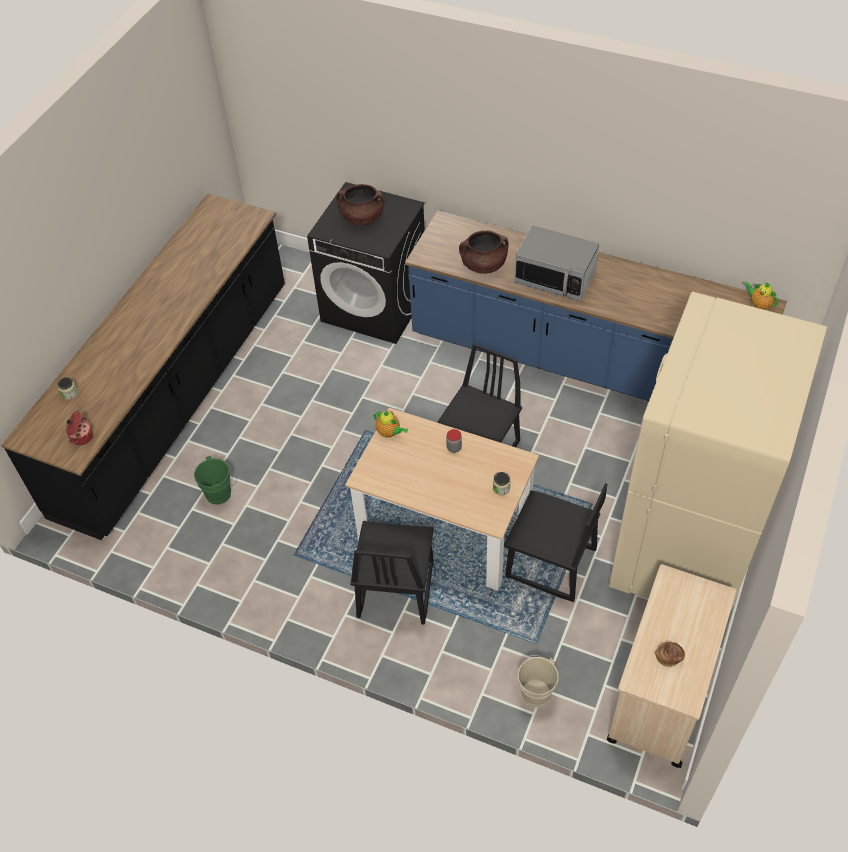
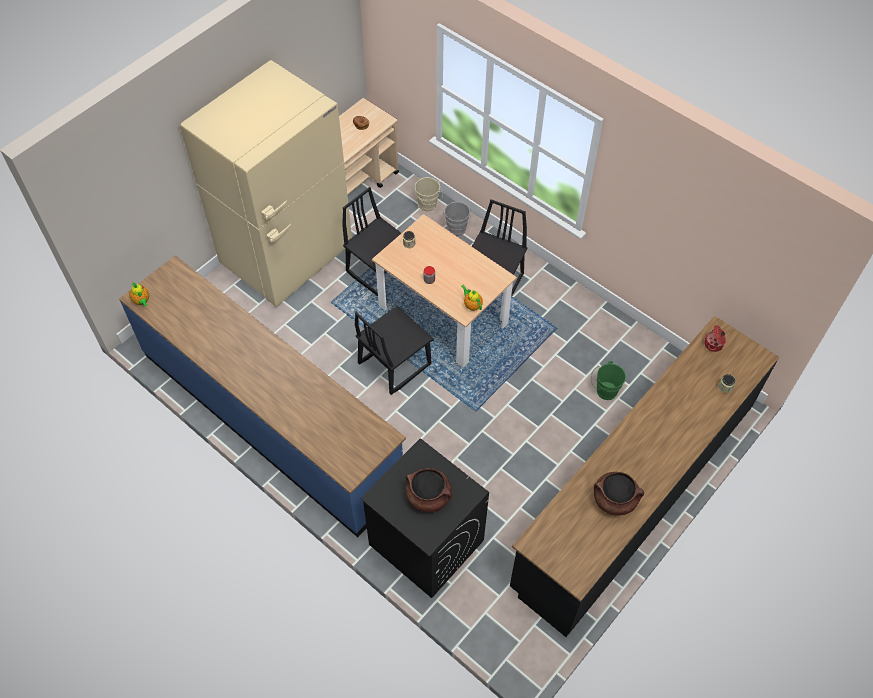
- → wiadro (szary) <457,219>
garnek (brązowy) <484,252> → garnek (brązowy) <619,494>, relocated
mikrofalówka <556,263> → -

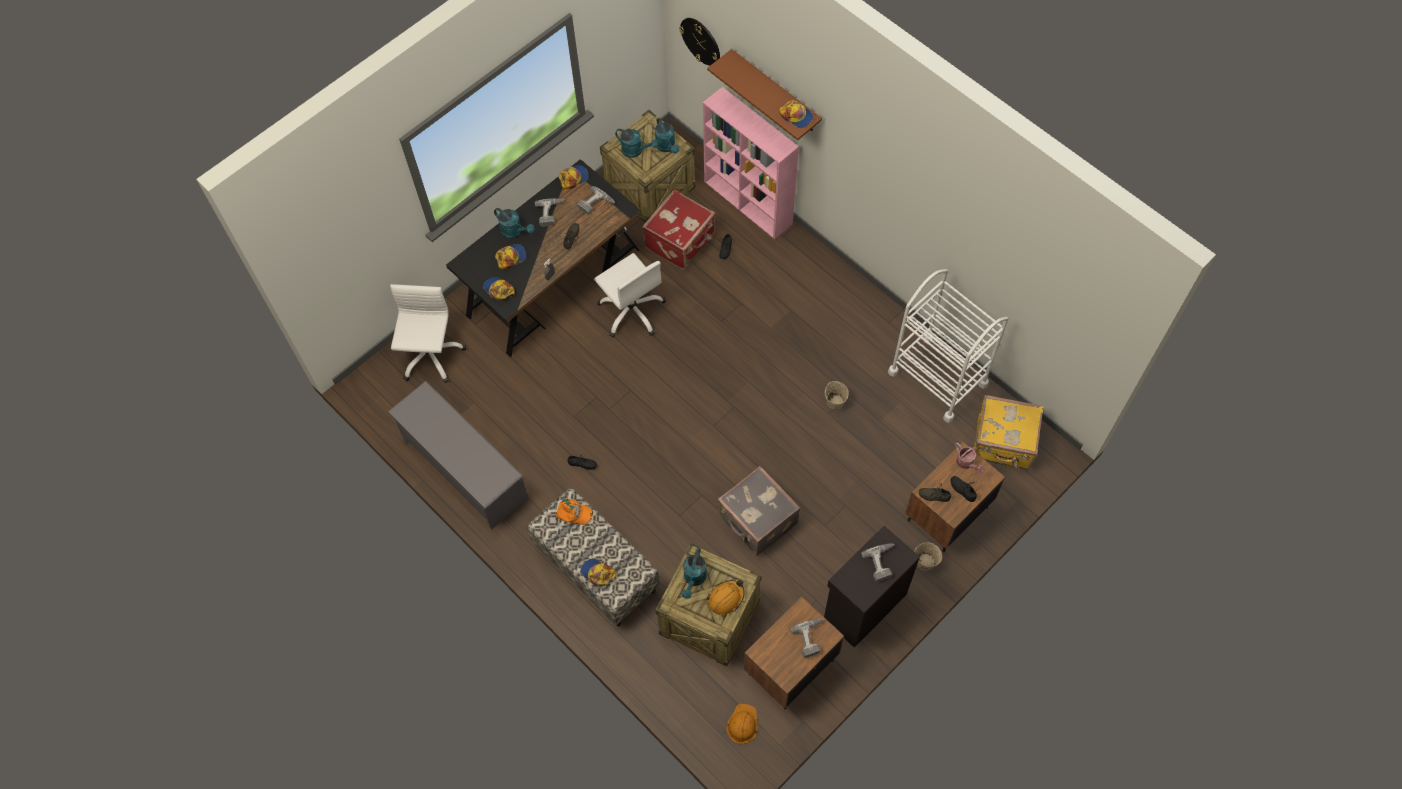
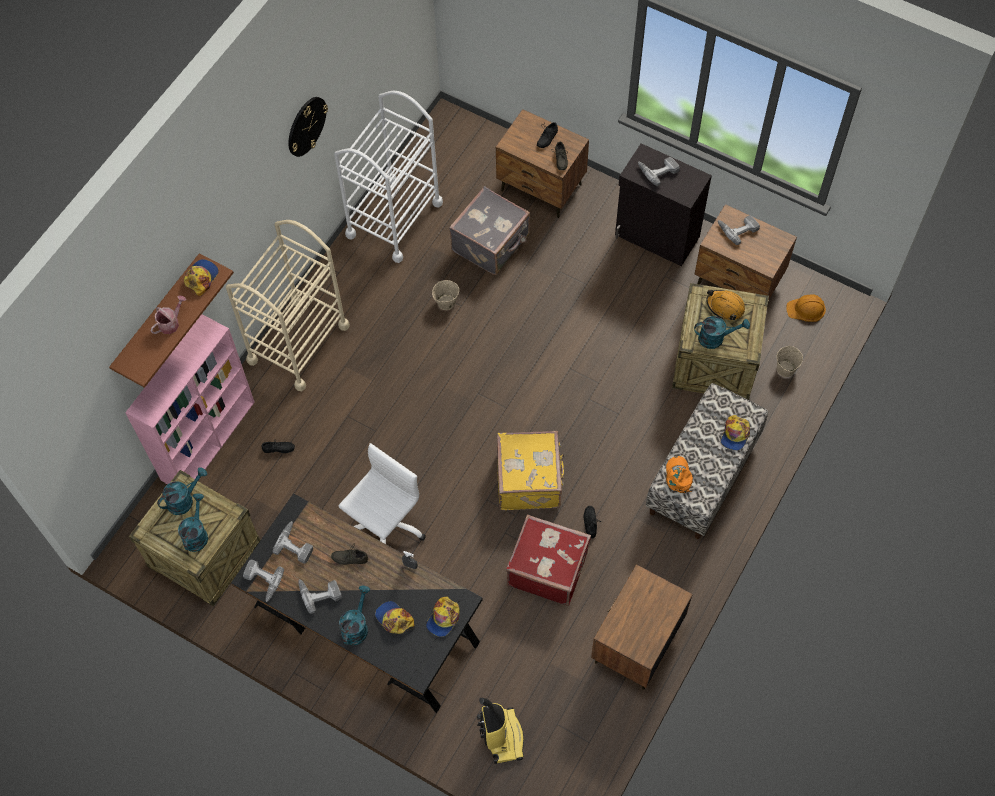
konewka <970,458> → konewka <168,314>, relocated
- → wózek (beżowy) <288,305>
czapka z daszkiem <574,177> → wiertarka <263,581>
zegar ścienny <699,42> → zegar ścienny <308,127>, relocated
walizka (szary) <758,511> → walizka (szary) <489,230>, relocated
krzesło biurowe (biały) <428,333> → odkurzacz <500,731>
walizka (żółty) <1009,432> → walizka (żółty) <530,471>, relocated
walizka (czerwony) <678,229> → walizka (czerwony) <548,560>, relocated
regał na buty (szary) <458,455> → szafka nocna (brązowy) <642,627>
wiadro (beżowy) <928,556> → wiadro (beżowy) <790,361>, relocated

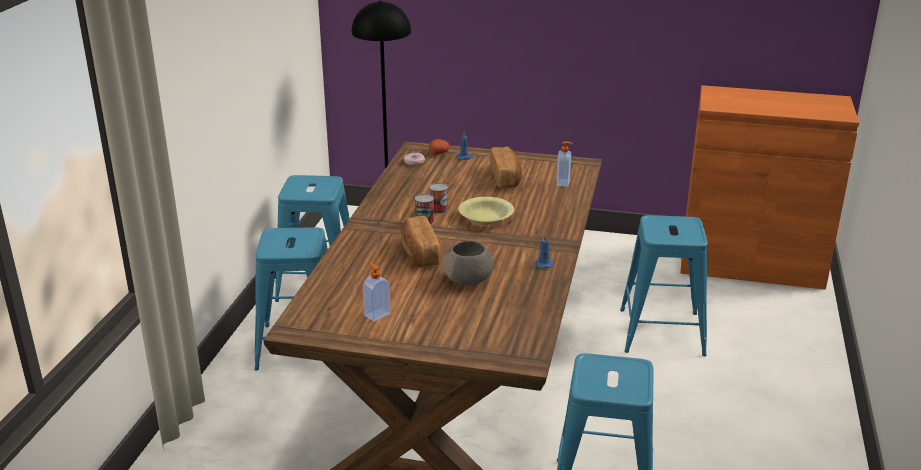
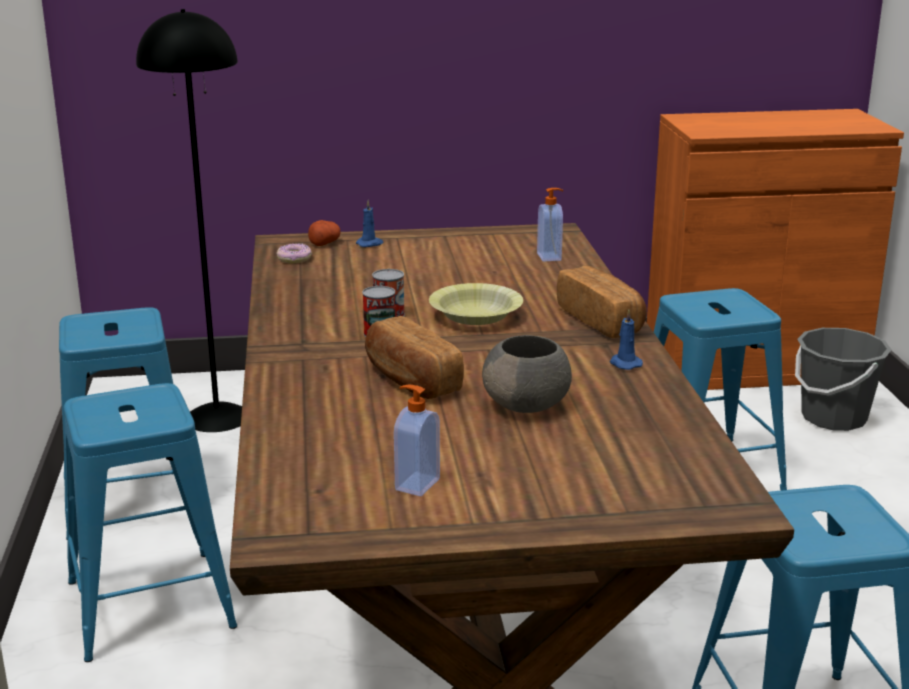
chleb <506,167> → chleb <602,302>, relocated
- → wiadro (szary) <843,379>

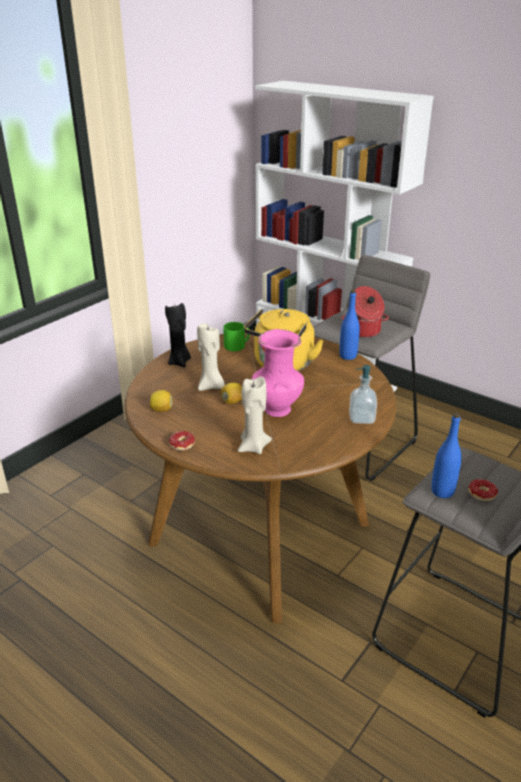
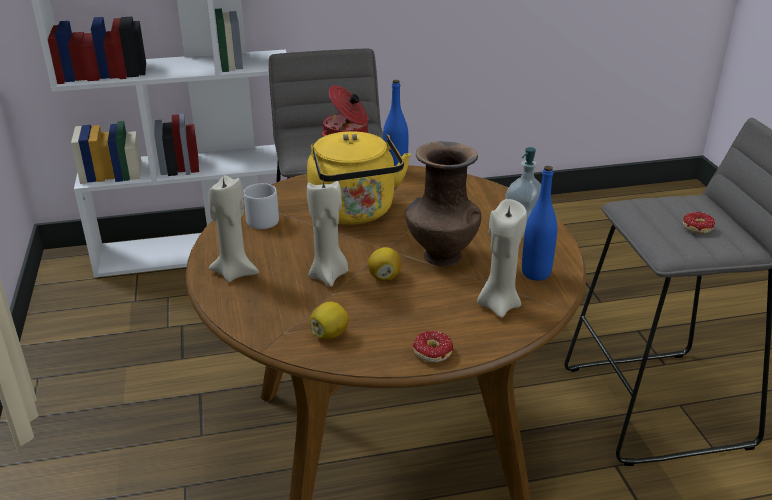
świeca (czarny) <178,335> → świeca (beżowy) <234,228>
kubek (zielony) <236,336> → kubek (szary) <261,206>
wazon (różowy) <278,373> → wazon (brązowy) <443,204>
butelka (niebieski) <446,455> → butelka (niebieski) <539,223>, relocated

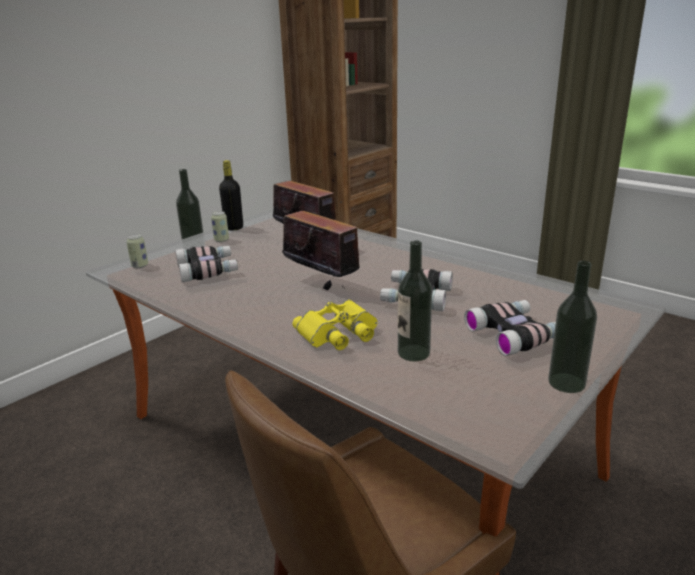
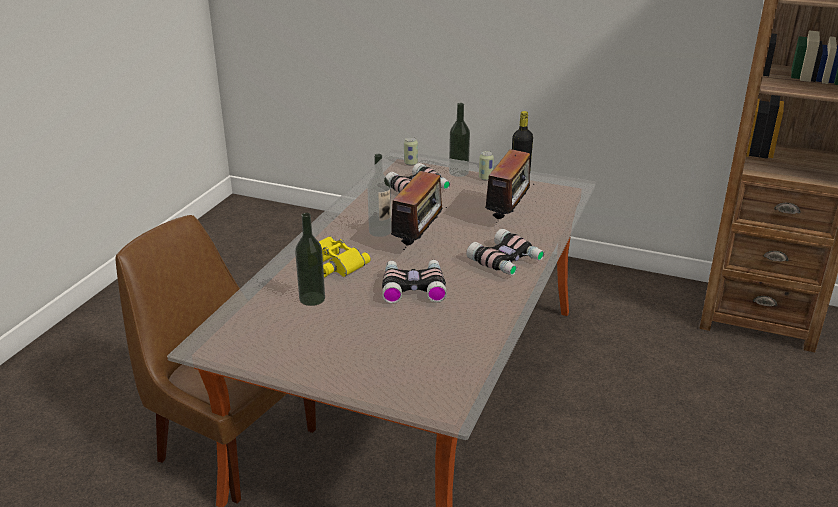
butelka <572,327> → butelka <379,195>, relocated
lornetka <510,328> → lornetka <505,252>, relocated

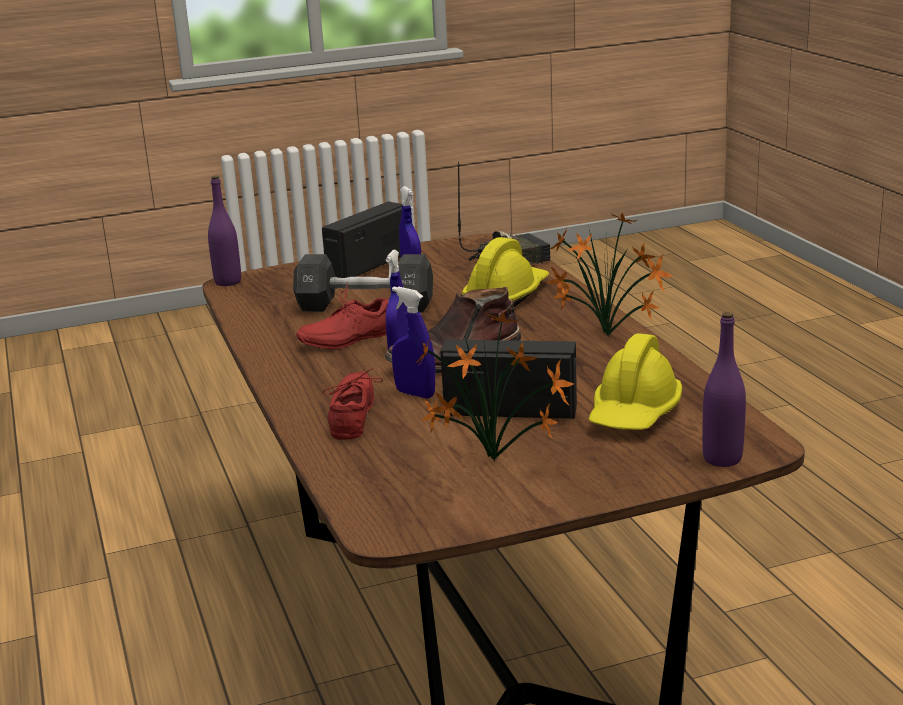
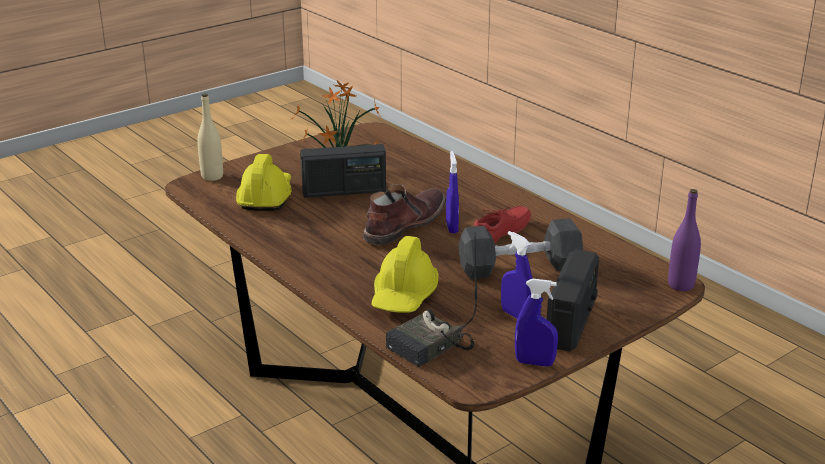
butelka (fioletowy) <724,389> → butelka (beżowy) <210,137>
spryskiwacz (niebieski) <414,343> → spryskiwacz (niebieski) <536,323>, relocated
but (czerwony) <353,404> → -
roślina doniczkowa <609,274> → -

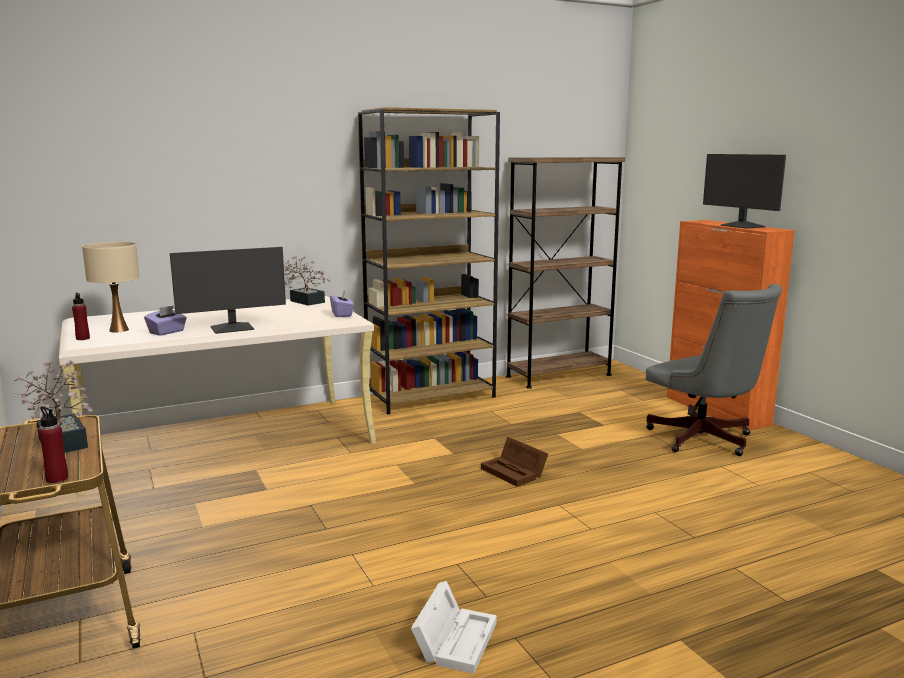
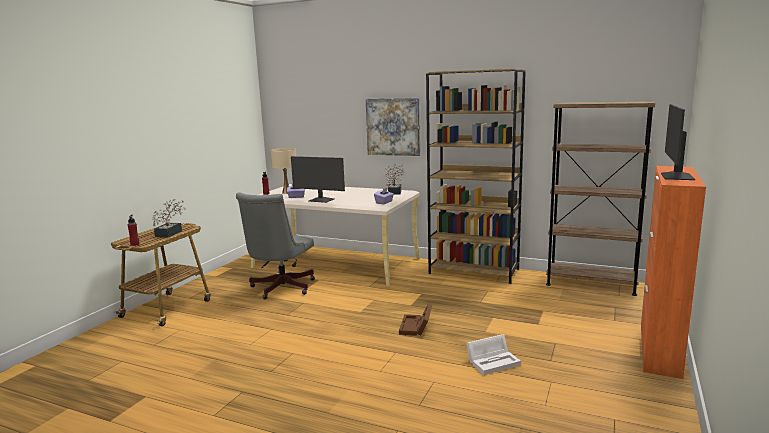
krzesło biurowe (szary) <714,370> → krzesło biurowe (szary) <275,245>, relocated
- → obraz <393,127>
pojemnik do przechowywania (biały) <454,627> → pojemnik do przechowywania (biały) <493,354>, relocated

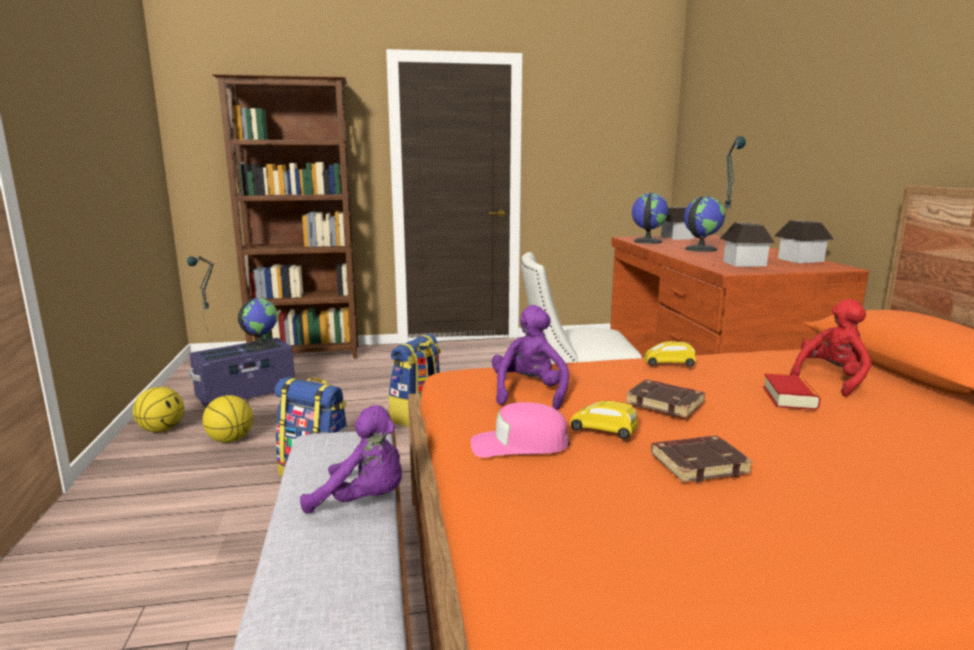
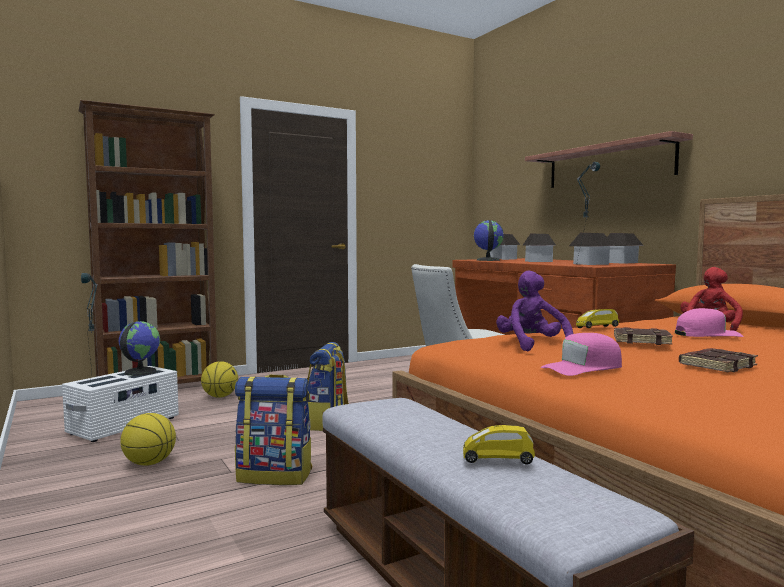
pojemnik do przechowywania (fioletowy) <242,373> → pojemnik do przechowywania (biały) <120,404>
piłka do koszykówki <158,409> → piłka do koszykówki <219,379>, relocated
samochodzik (żółty) <604,419> → samochodzik (żółty) <499,444>, relocated
globus <704,224> → domek <539,247>
- → półka <609,159>
książka <792,392> → czapka z daszkiem (różowy) <709,322>
pluszak (fioletowy) <351,459> → -

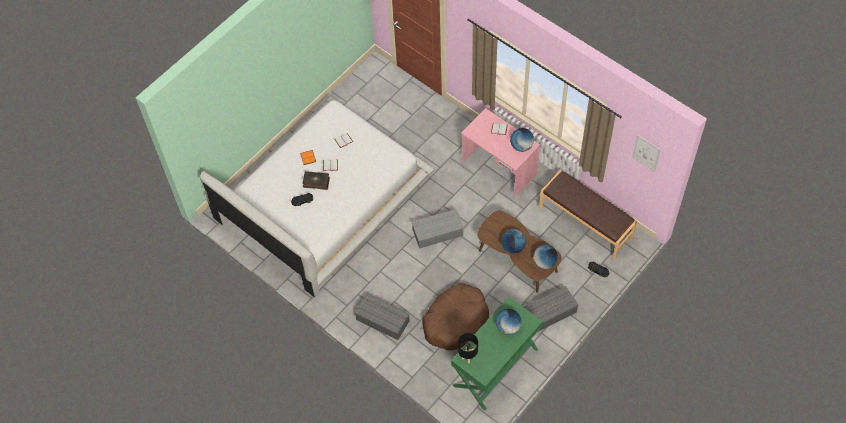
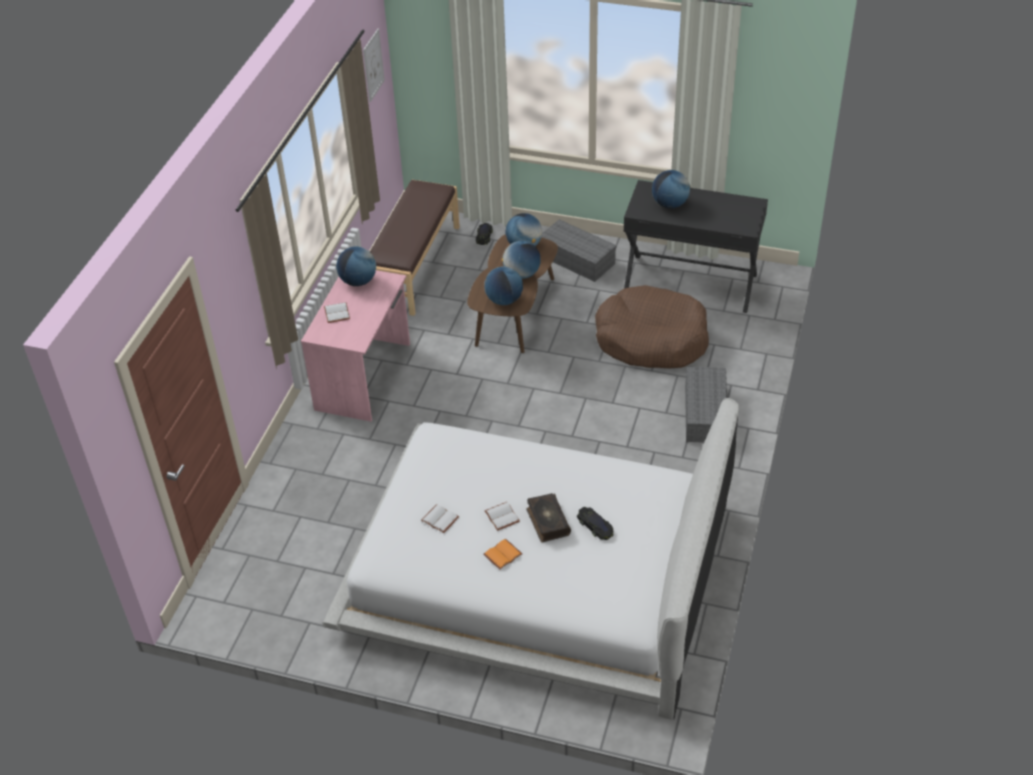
- → globus <503,285>
biurko (zielony) <497,353> → biurko (czarny) <695,246>
pojemnik do przechowywania (szary) <438,229> → -
lampa stołowa (czarny) <468,348> → -

